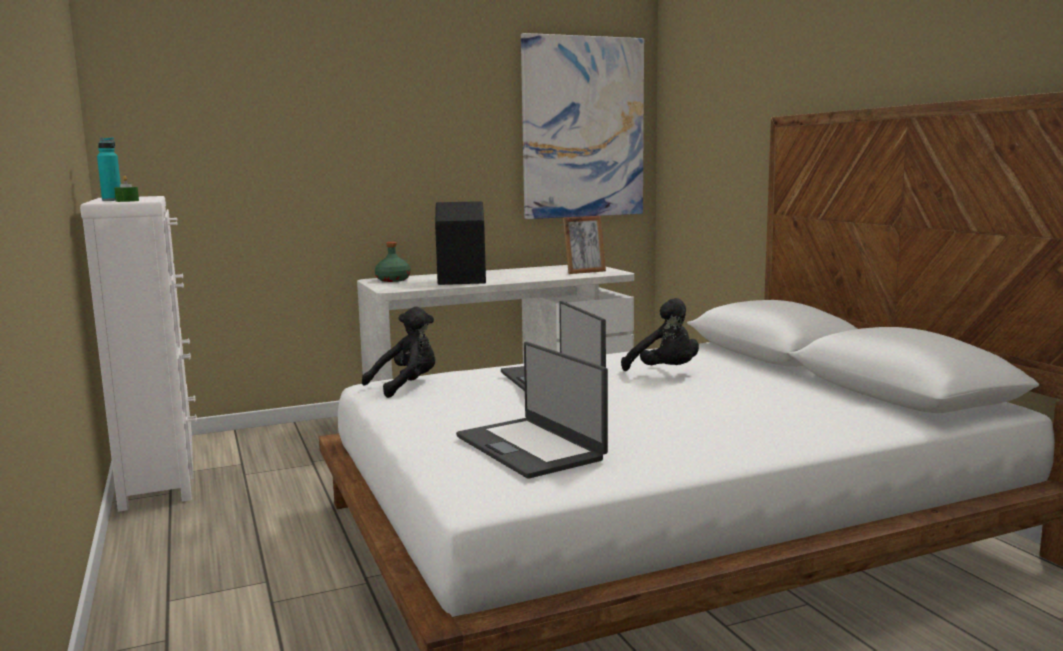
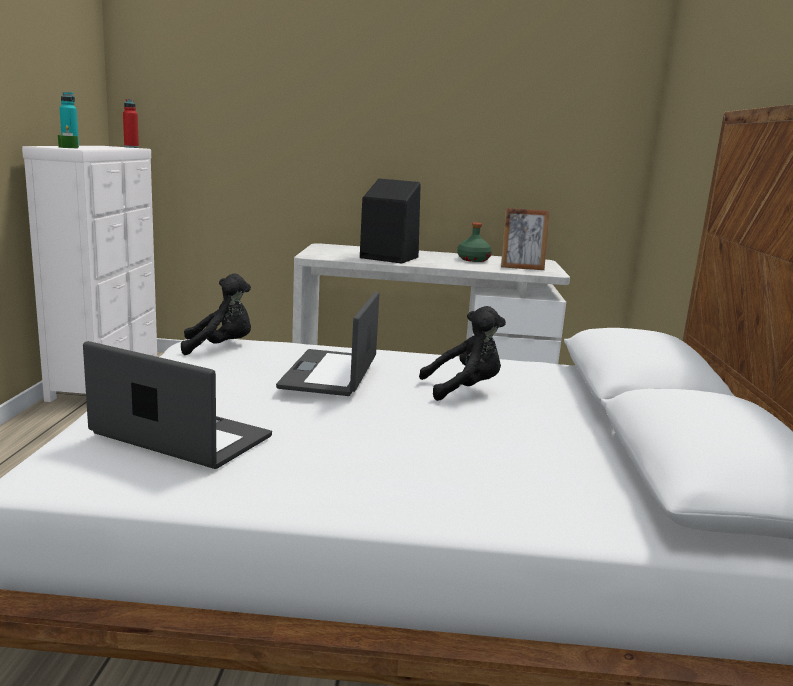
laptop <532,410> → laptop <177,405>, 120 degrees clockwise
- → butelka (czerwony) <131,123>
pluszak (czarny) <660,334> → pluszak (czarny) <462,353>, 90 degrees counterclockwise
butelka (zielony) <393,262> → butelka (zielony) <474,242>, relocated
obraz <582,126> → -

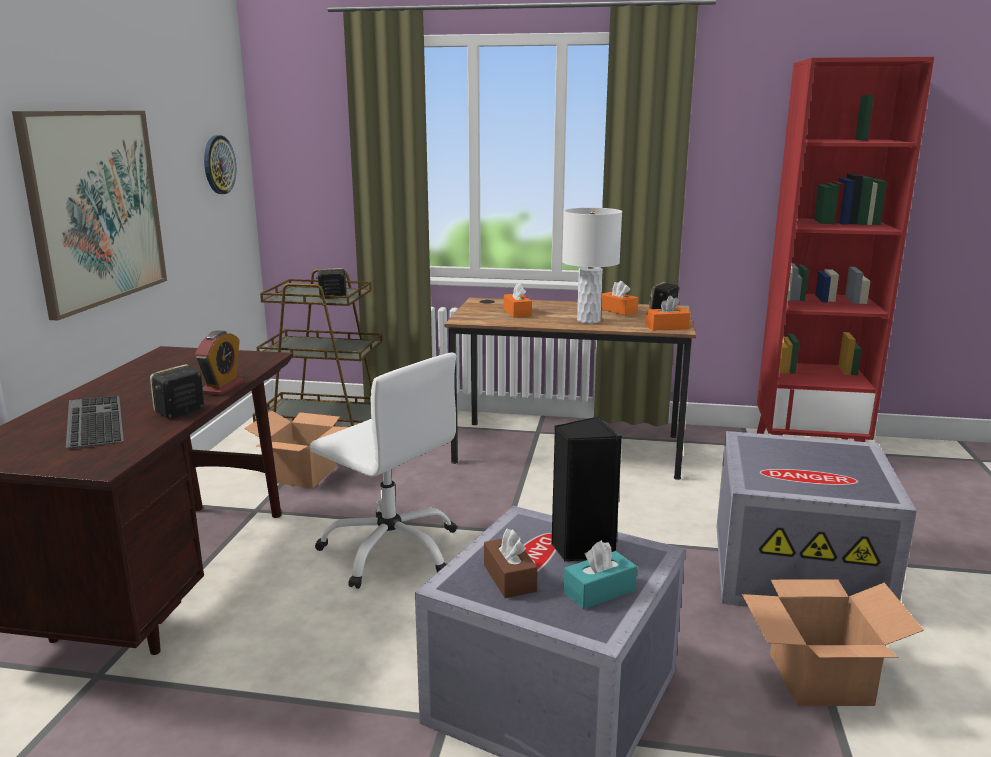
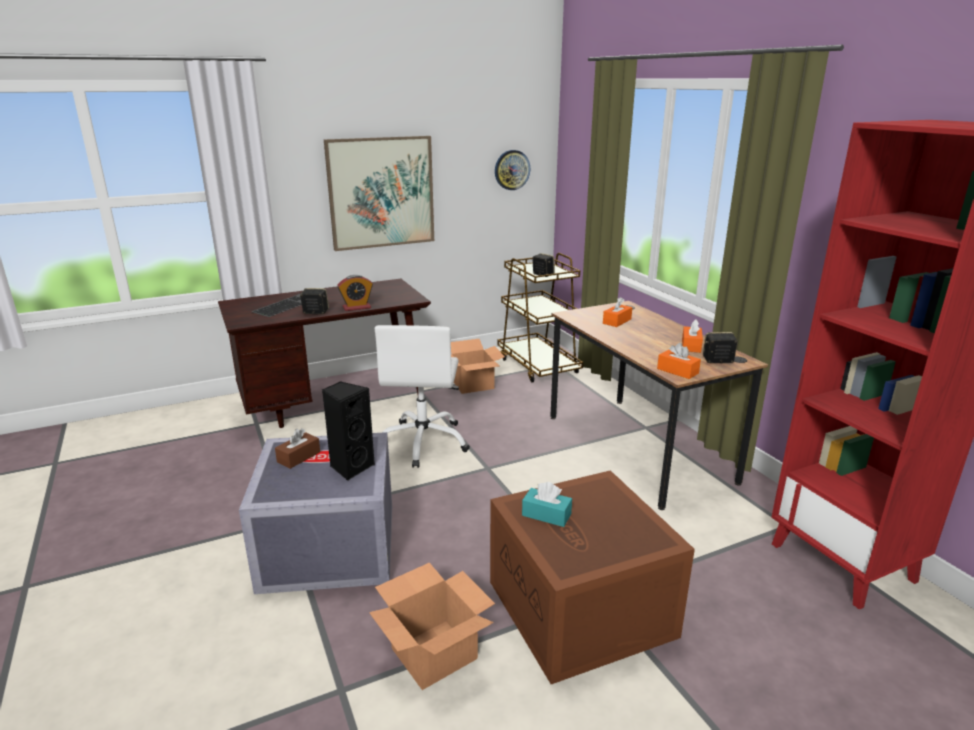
pojemnik do przechowywania (szary) <817,519> → pojemnik do przechowywania (brązowy) <592,577>
pudełko chusteczek (turkusowy) <600,574> → pudełko chusteczek (turkusowy) <547,504>, relocated
lampa stołowa (biały) <592,265> → -

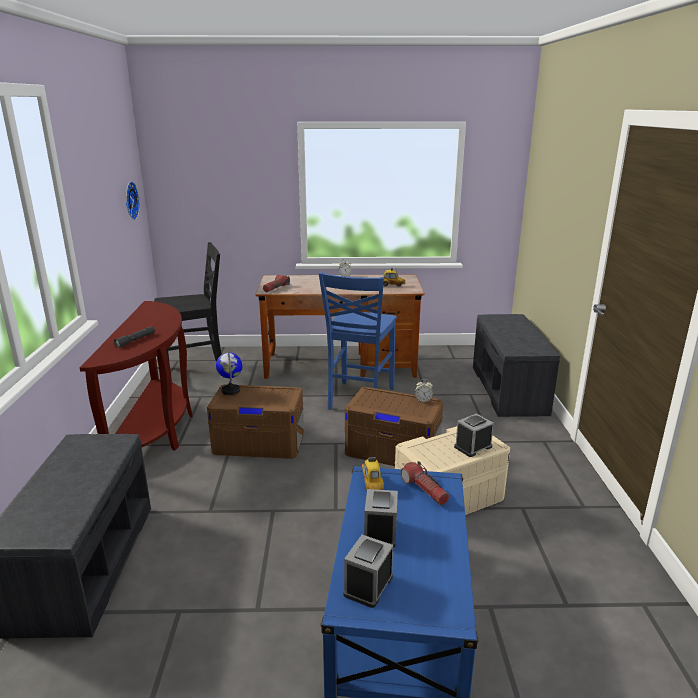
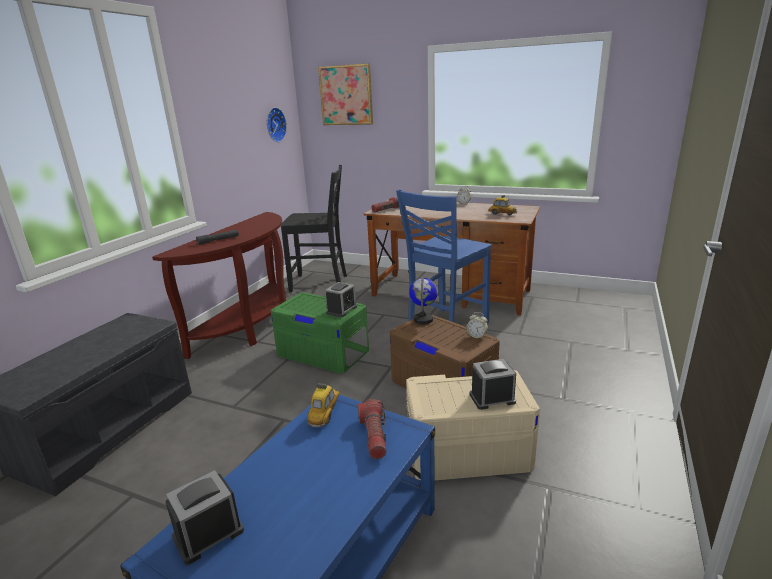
pojemnik do przechowywania (brązowy) <255,421> → pojemnik do przechowywania (zielony) <319,333>
- → obraz <345,94>
budzik <381,518> → budzik <341,299>, relocated
globus <229,373> → globus <423,301>, relocated
ławka (szary) <516,365> → -

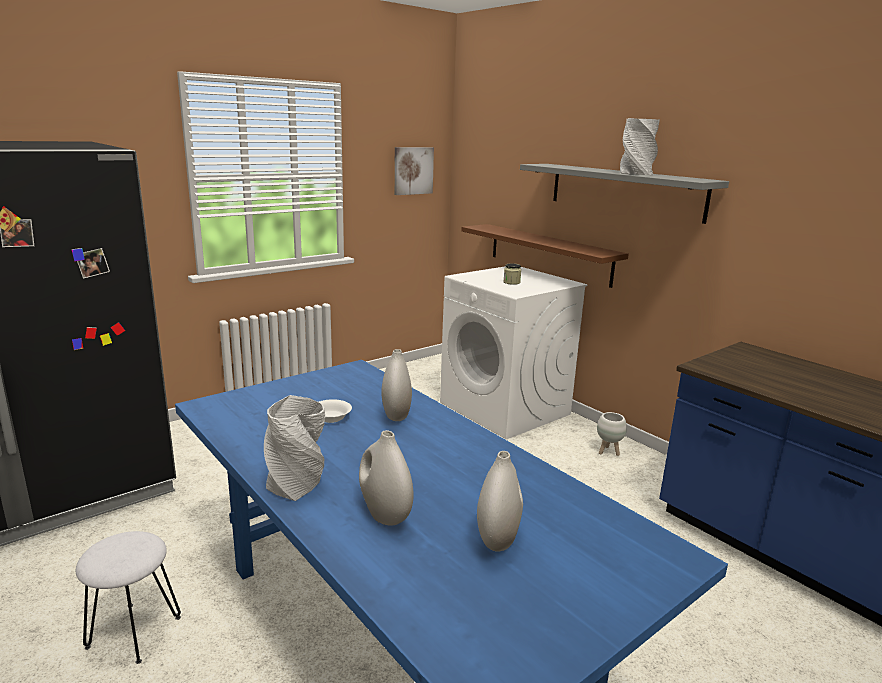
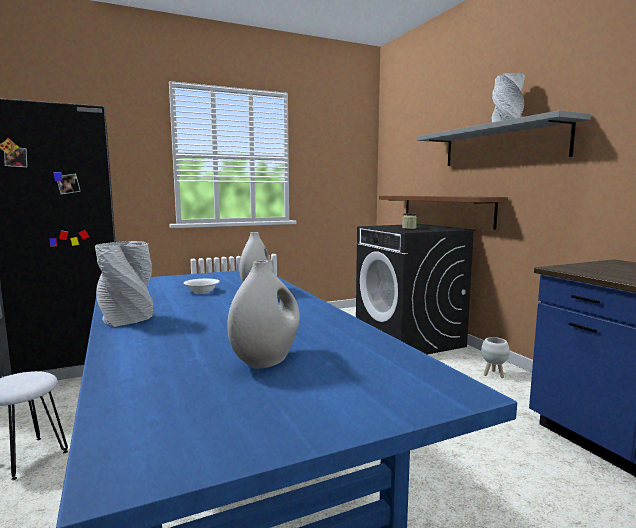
pralka (biały) <514,352> → pralka (czarny) <416,289>
wazon (biały) <386,478> → -
obraz <414,171> → -

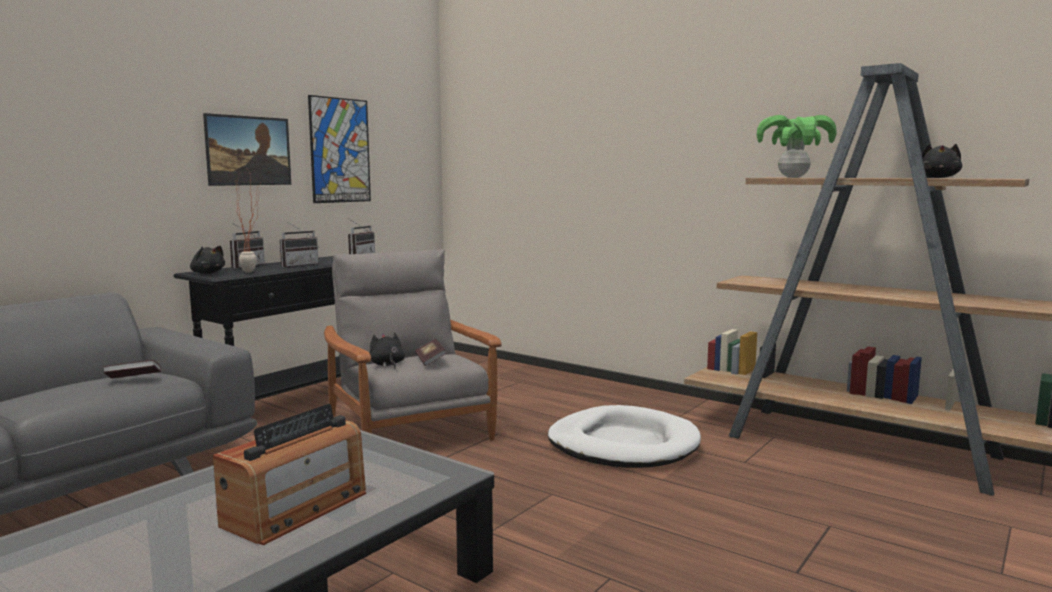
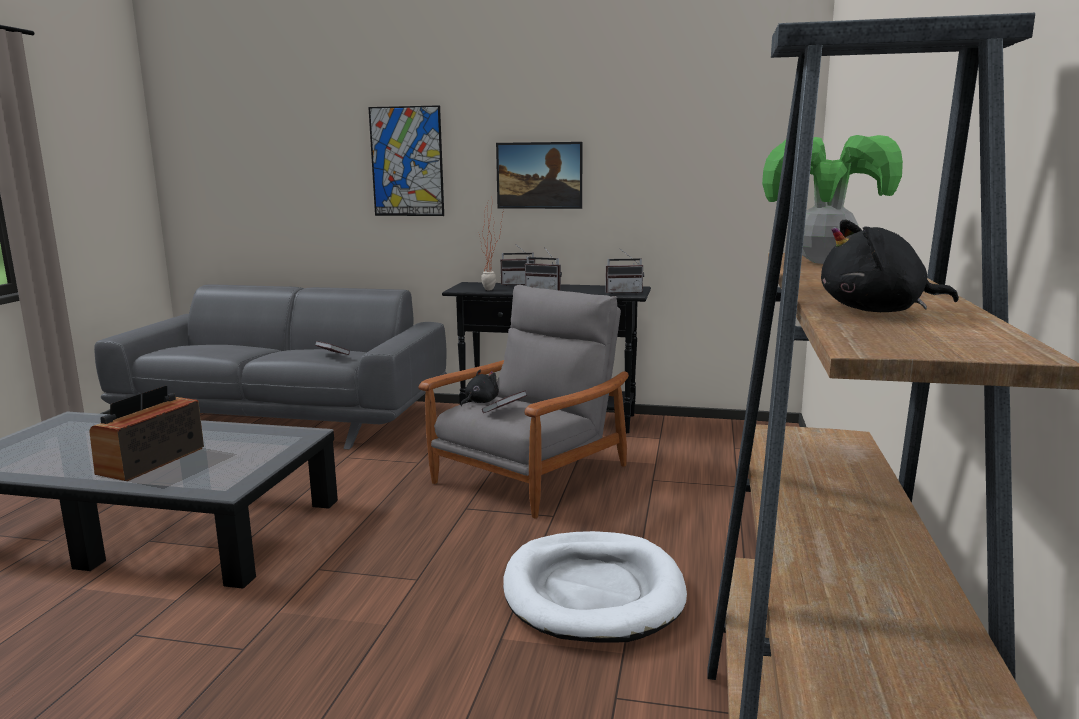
radio <289,474> → radio <146,433>, 105 degrees clockwise
obraz <339,149> → obraz <406,160>, relocated
pluszak (czarny) <207,260> → -

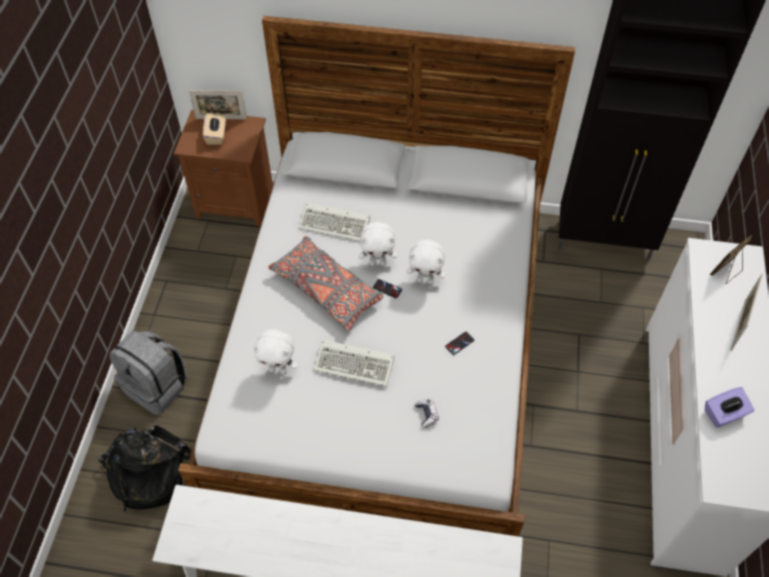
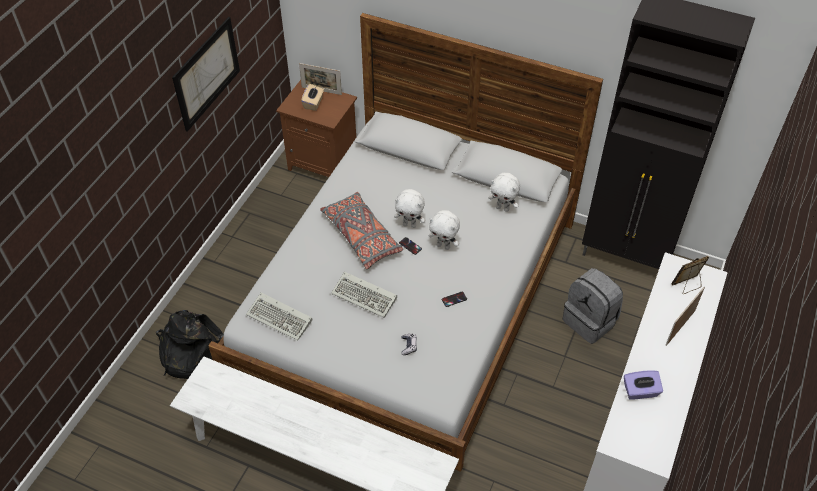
- → obraz <206,74>
klawiatura <334,222> → klawiatura <279,317>, relocated
pluszak (biały) <275,351> → pluszak (biały) <504,192>, relocated
plecak (szary) <148,372> → plecak (szary) <593,306>, relocated

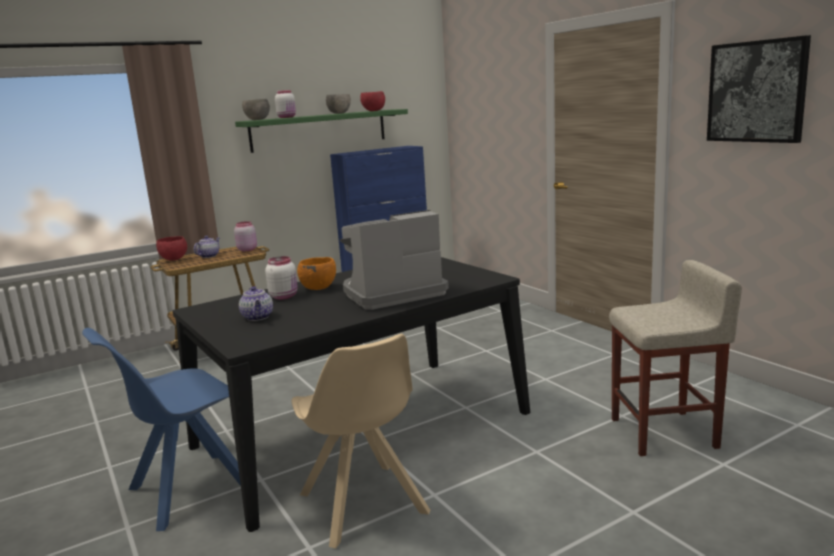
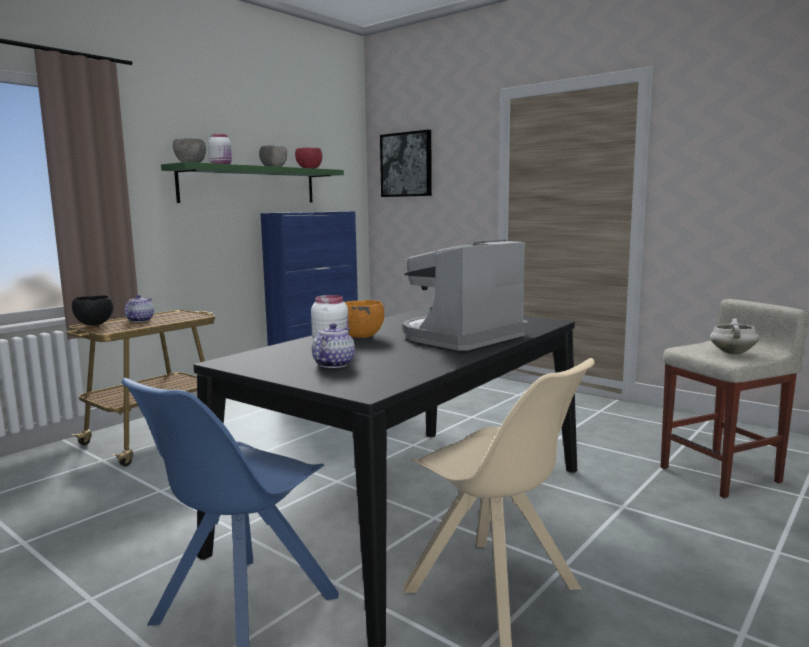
miska (czerwony) <171,248> → miska (czarny) <92,310>
imbryk <256,303> → imbryk <333,345>, 120 degrees counterclockwise
obraz <759,89> → obraz <406,163>, relocated
- → garnek (biały) <734,336>
słoik (różowy) <245,236> → -

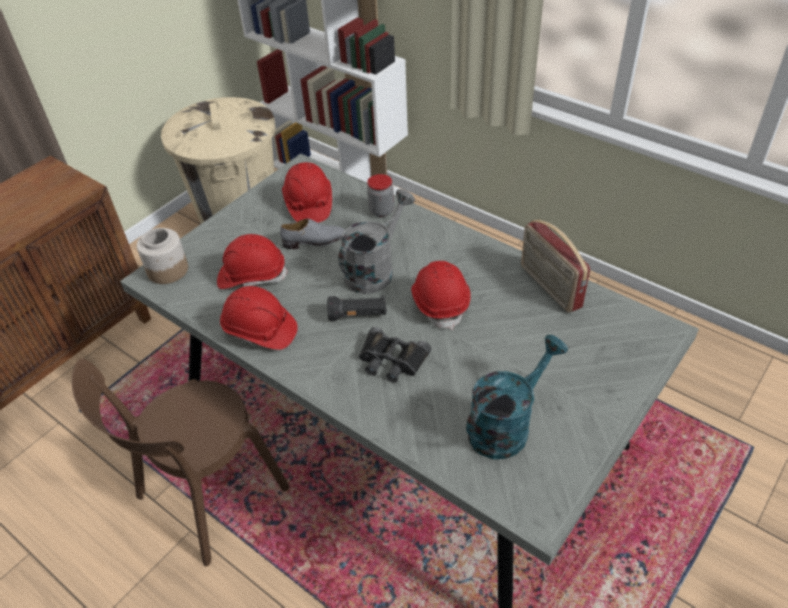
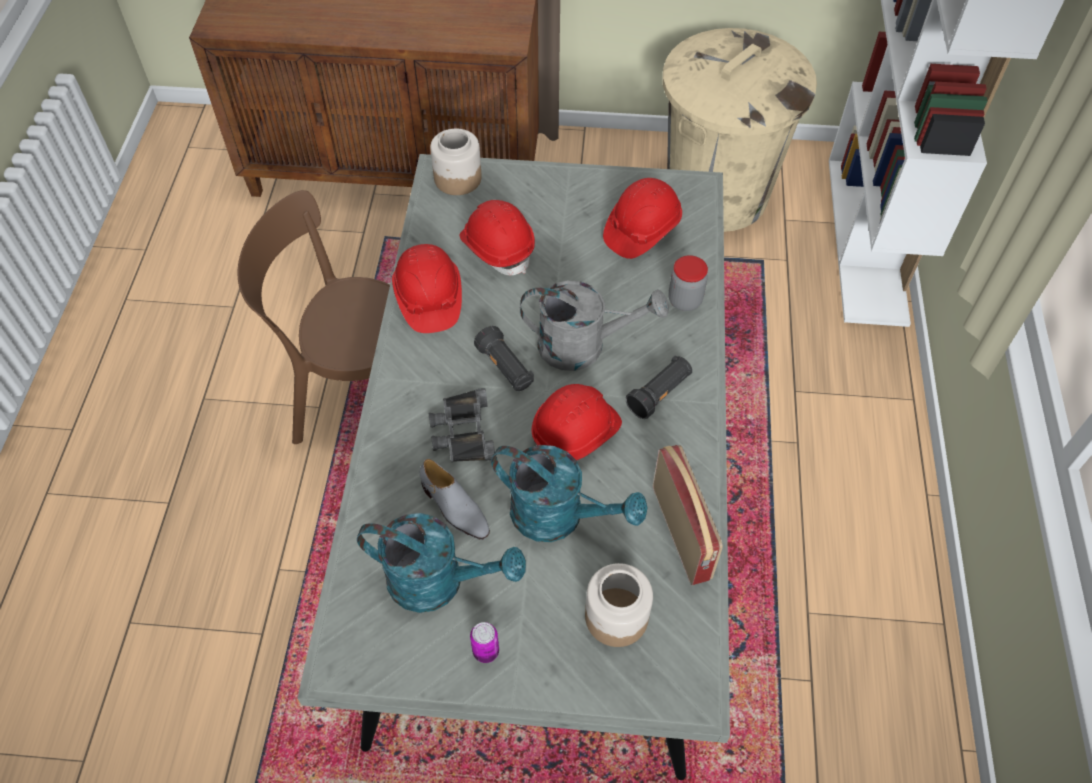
but (szary) <312,233> → but (szary) <455,499>, relocated
- → puszka <484,642>
- → konewka (turkusowy) <569,493>
- → słoik <619,605>
- → latarka (czarny) <659,387>
radio <555,266> → radio <688,515>, 135 degrees clockwise

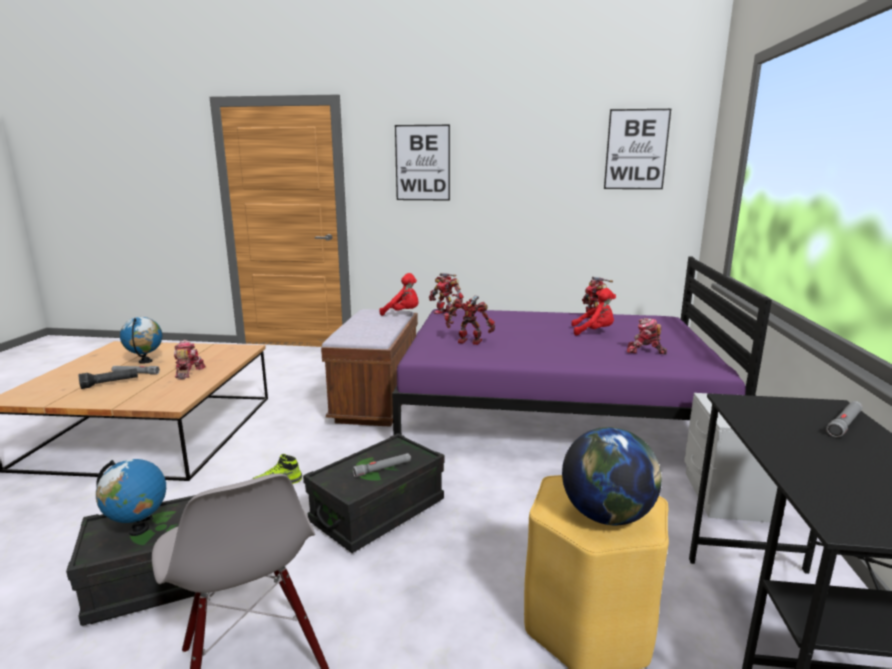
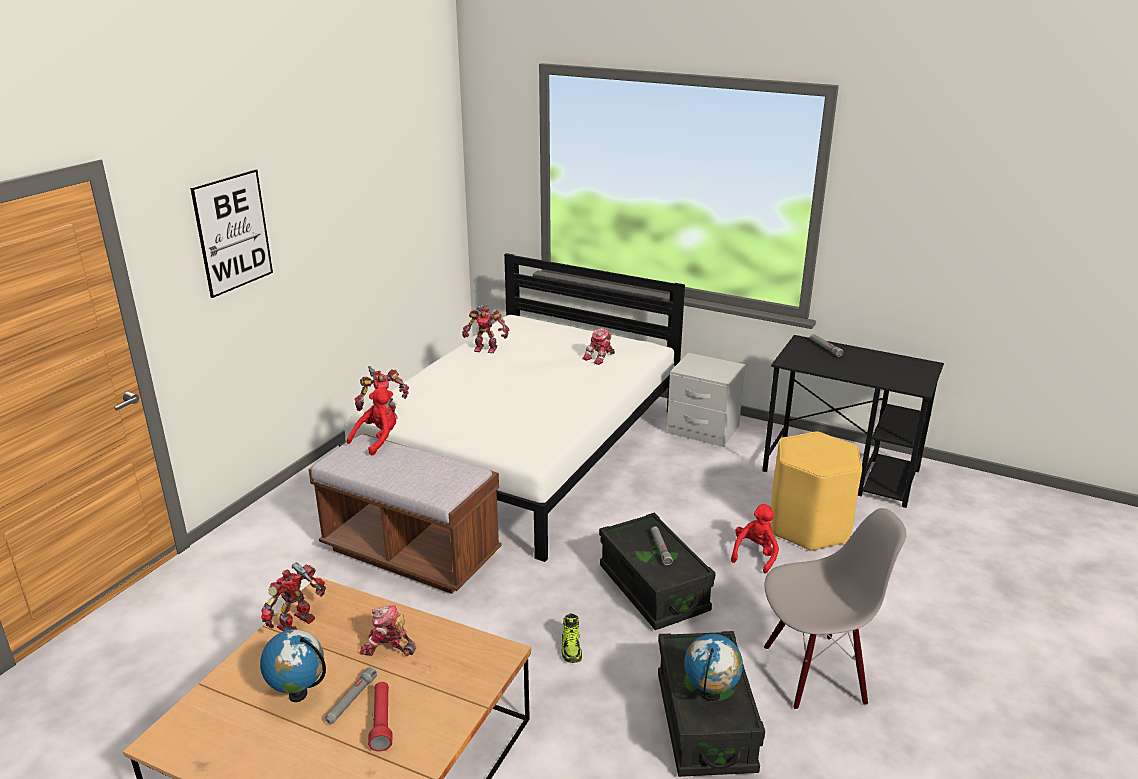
robot zabawkowy <470,320> → robot zabawkowy <293,596>, relocated
łóżko (fioletowy) <582,345> → łóżko (biały) <512,407>
latarka (czarny) <108,378> → latarka (czerwony) <380,716>
pluszak (czerwony) <593,312> → pluszak (czerwony) <755,539>, relocated
globus <612,476> → -
obraz <637,149> → -

